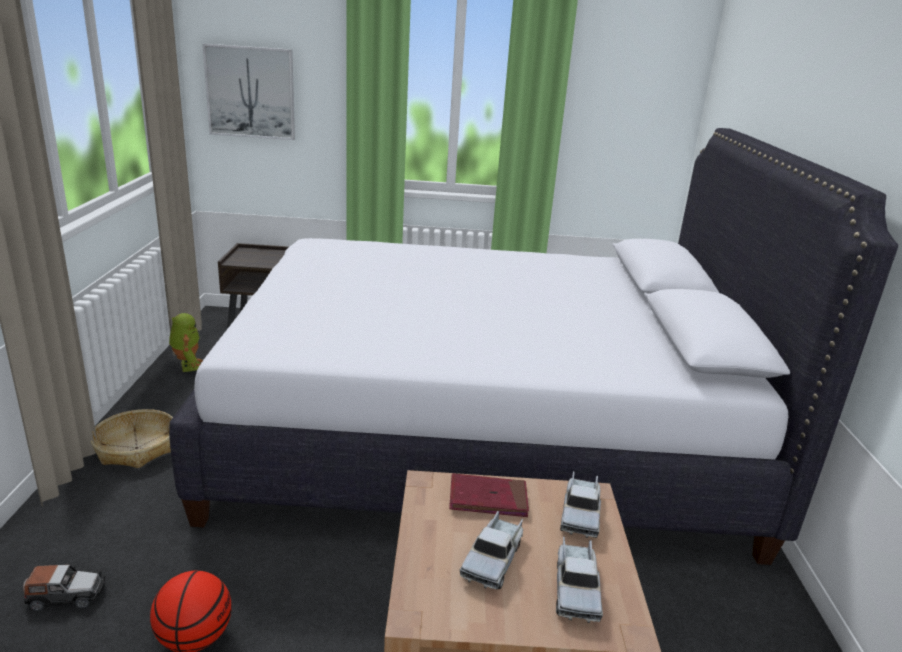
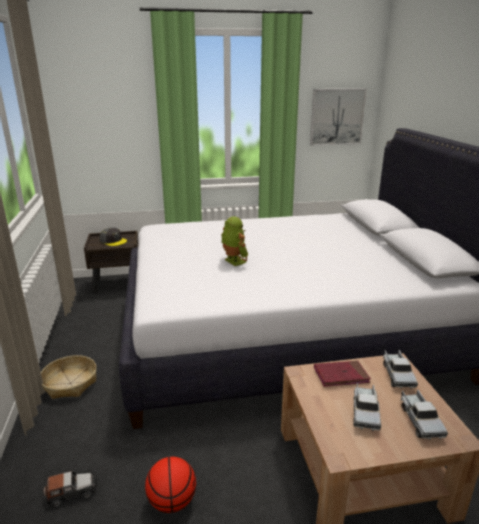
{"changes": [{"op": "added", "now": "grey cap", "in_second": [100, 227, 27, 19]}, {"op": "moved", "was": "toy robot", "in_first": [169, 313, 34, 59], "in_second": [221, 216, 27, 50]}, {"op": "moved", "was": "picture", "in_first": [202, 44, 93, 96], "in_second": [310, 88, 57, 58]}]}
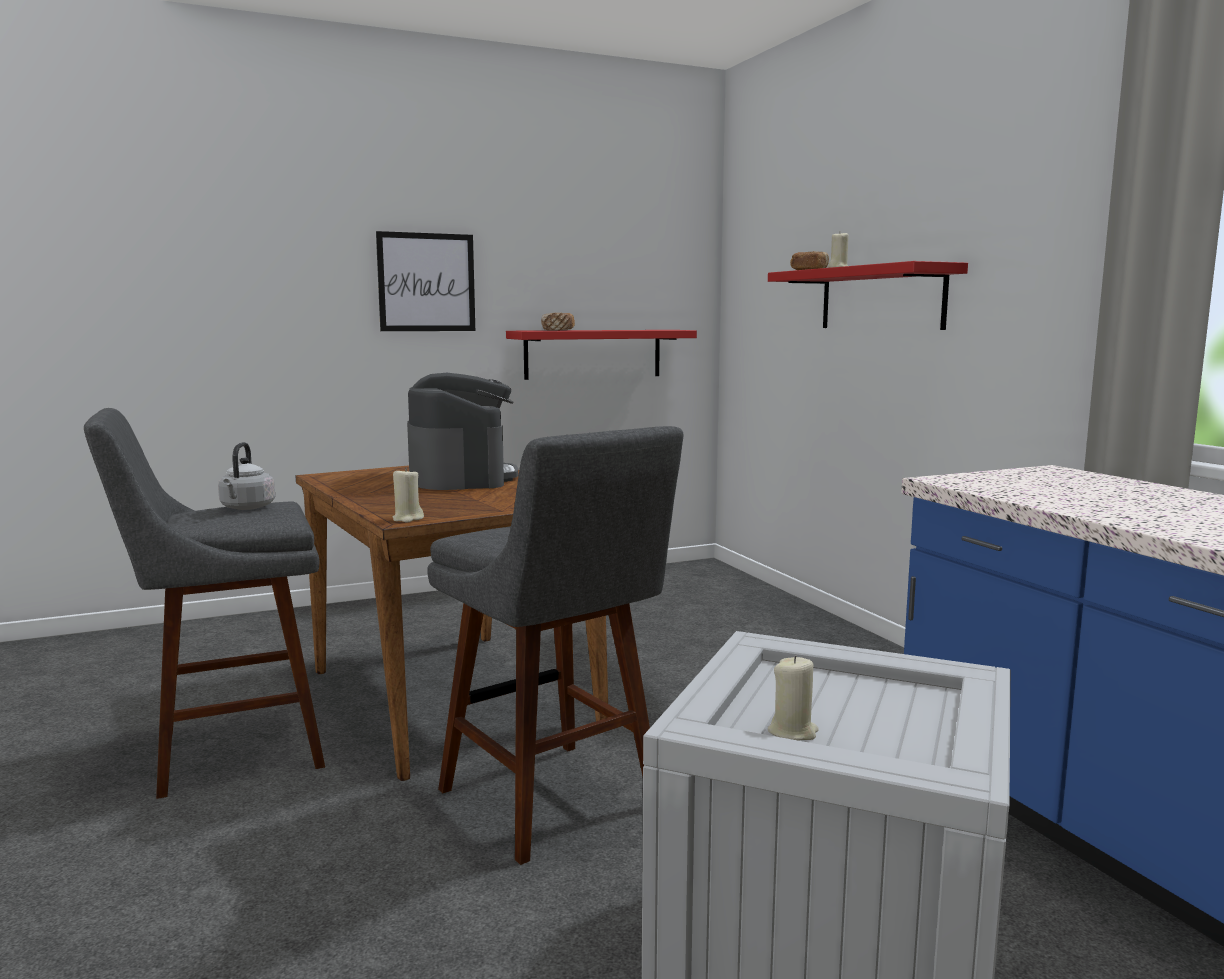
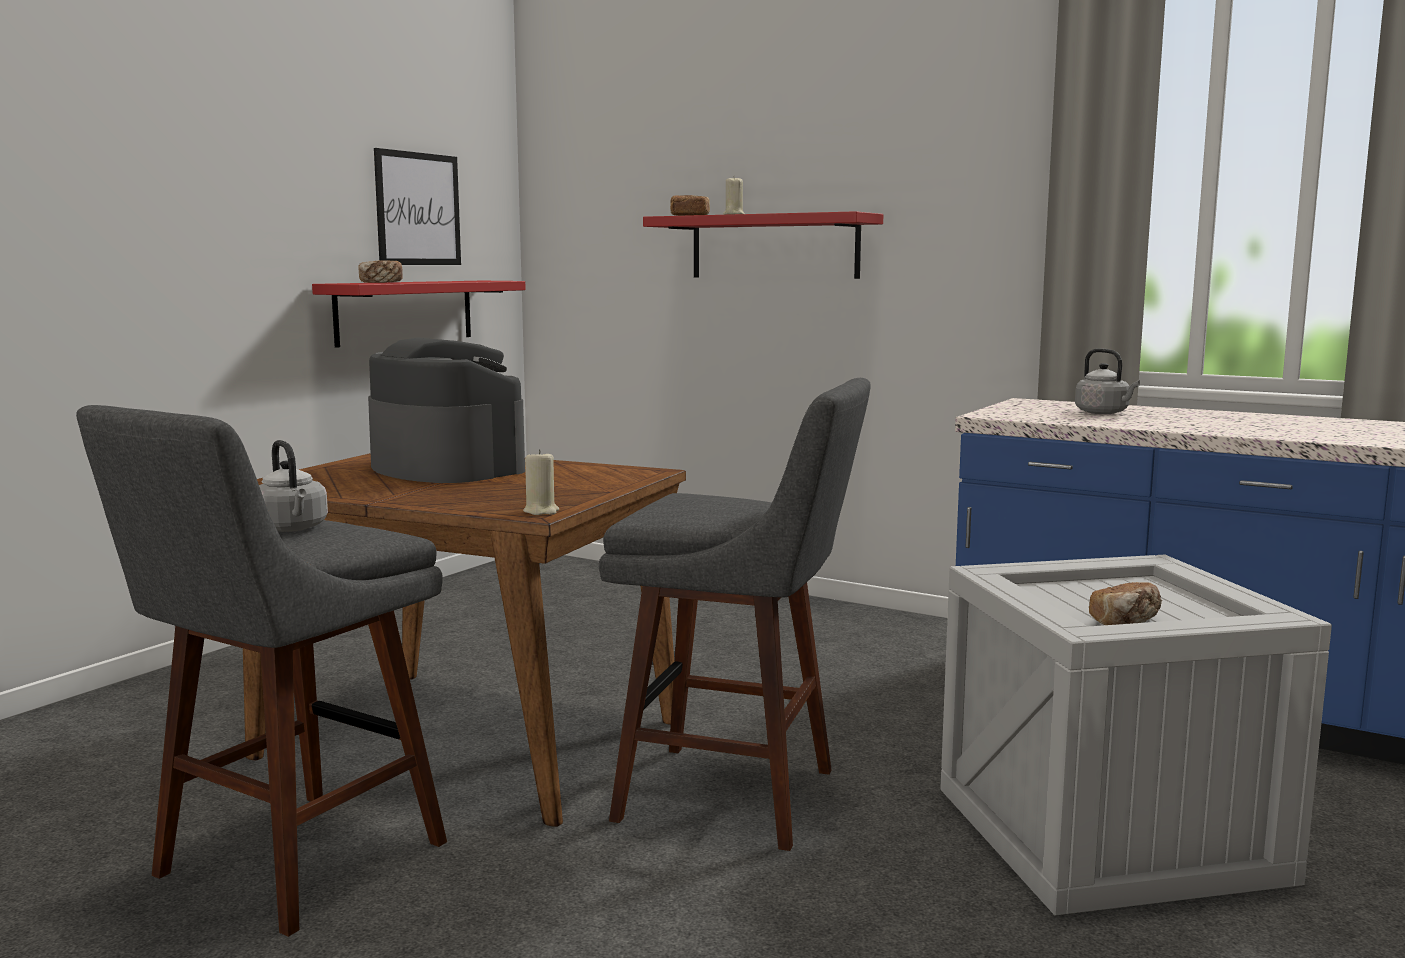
{"changes": [{"op": "added", "now": "grey kettle", "in_second": [1075, 348, 65, 66]}, {"op": "moved", "was": "picture", "in_first": [376, 231, 99, 100], "in_second": [374, 148, 87, 117]}, {"op": "replaced", "was": "beige candle", "now": "bread", "in_first": [768, 656, 51, 85], "in_second": [1089, 582, 73, 43]}]}
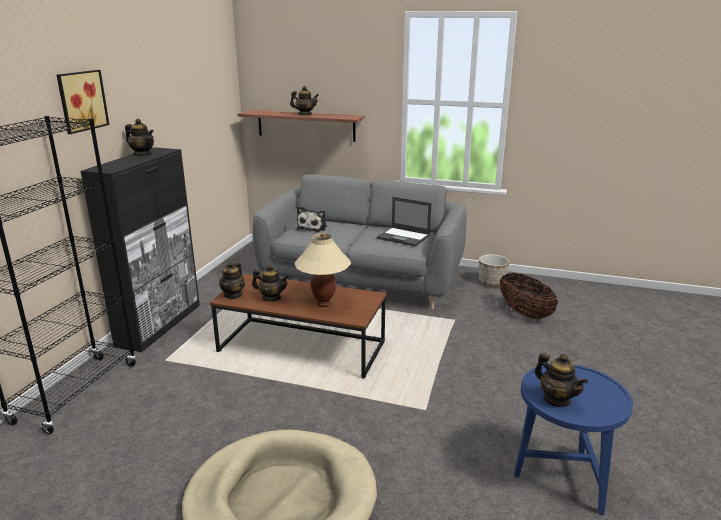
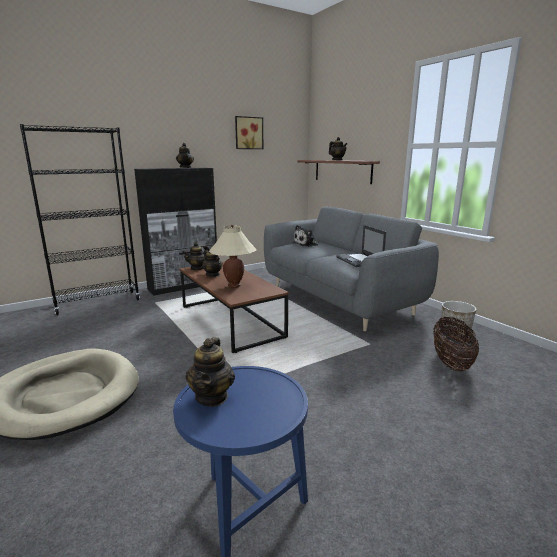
{"changes": [{"op": "moved", "was": "picture", "in_first": [57, 70, 53, 64], "in_second": [235, 116, 28, 33]}]}
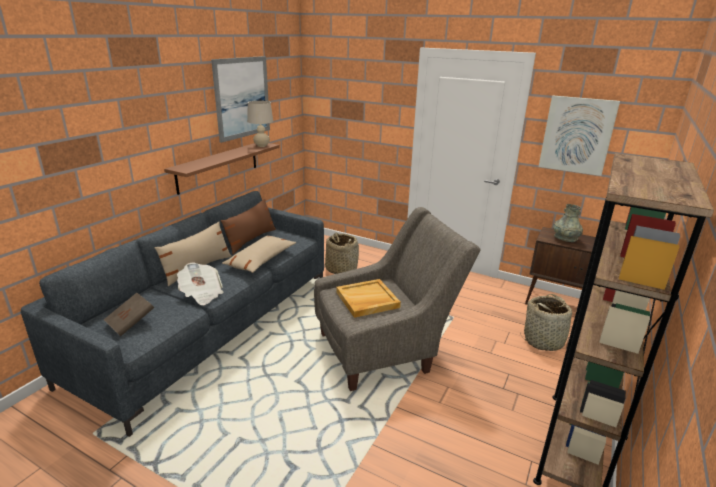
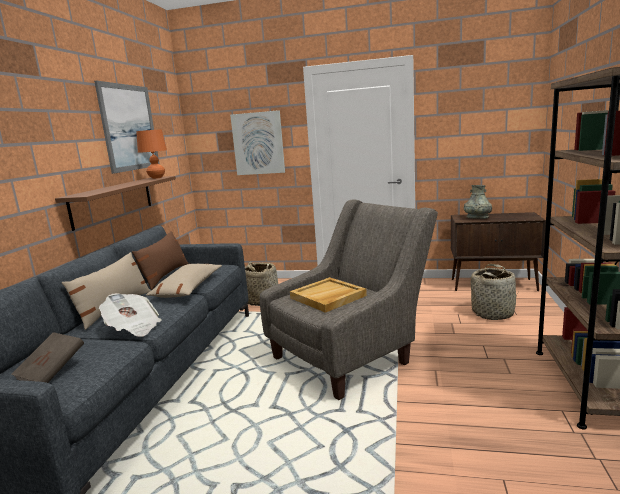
{"changes": [{"op": "moved", "was": "picture", "in_first": [539, 96, 81, 80], "in_second": [230, 110, 55, 65]}, {"op": "recoloured", "was": "beige table lamp", "now": "orange table lamp", "in_first": [247, 101, 26, 46], "in_second": [136, 130, 31, 49]}]}
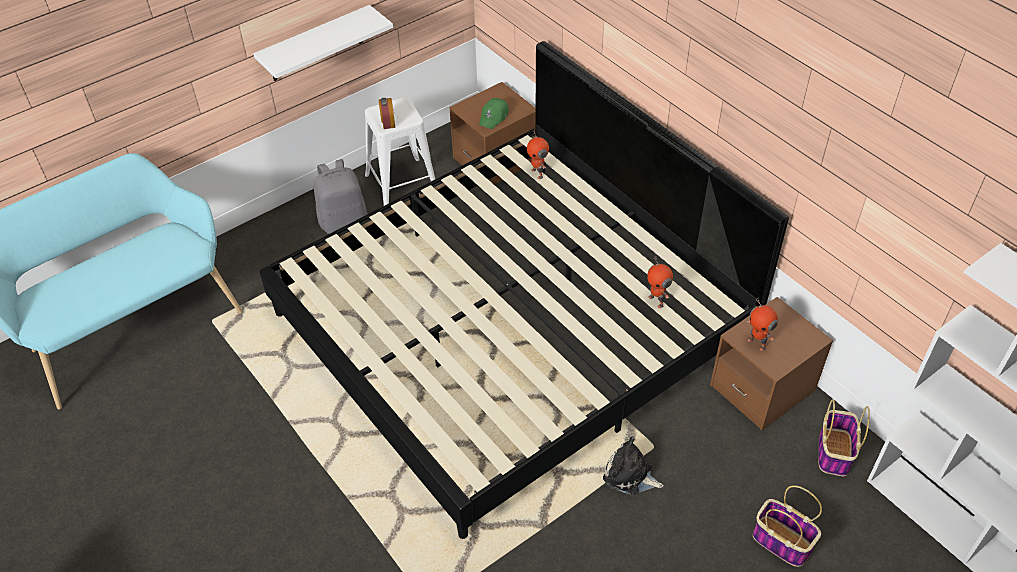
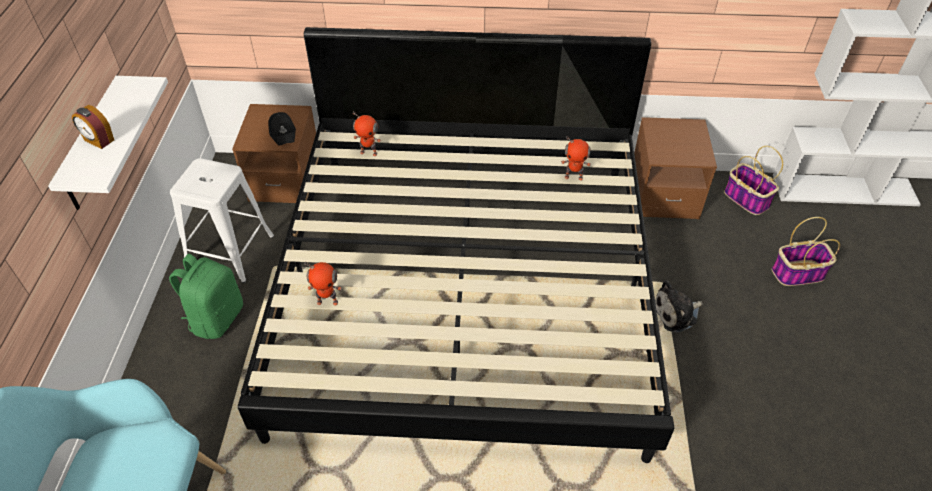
{"changes": [{"op": "moved", "was": "alarm clock", "in_first": [379, 98, 16, 31], "in_second": [72, 105, 42, 44]}, {"op": "moved", "was": "toy robot", "in_first": [747, 298, 31, 53], "in_second": [305, 261, 37, 44]}, {"op": "recoloured", "was": "grey backpack", "now": "green backpack", "in_first": [314, 159, 54, 75], "in_second": [169, 254, 74, 85]}, {"op": "recoloured", "was": "green cap", "now": "black cap", "in_first": [479, 98, 30, 31], "in_second": [268, 112, 28, 34]}]}
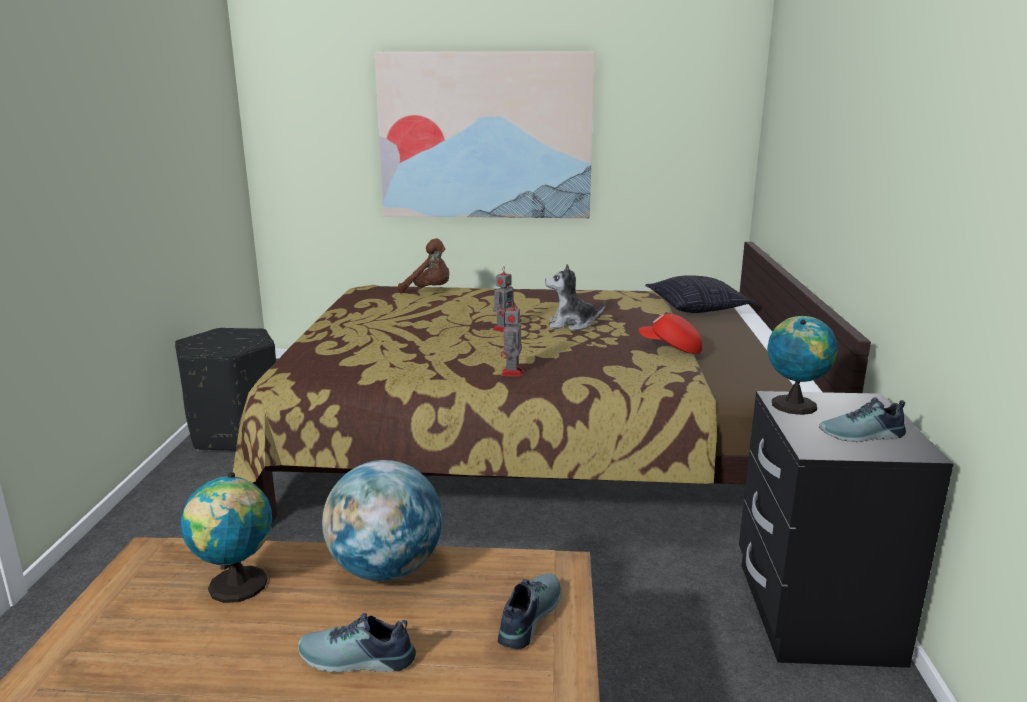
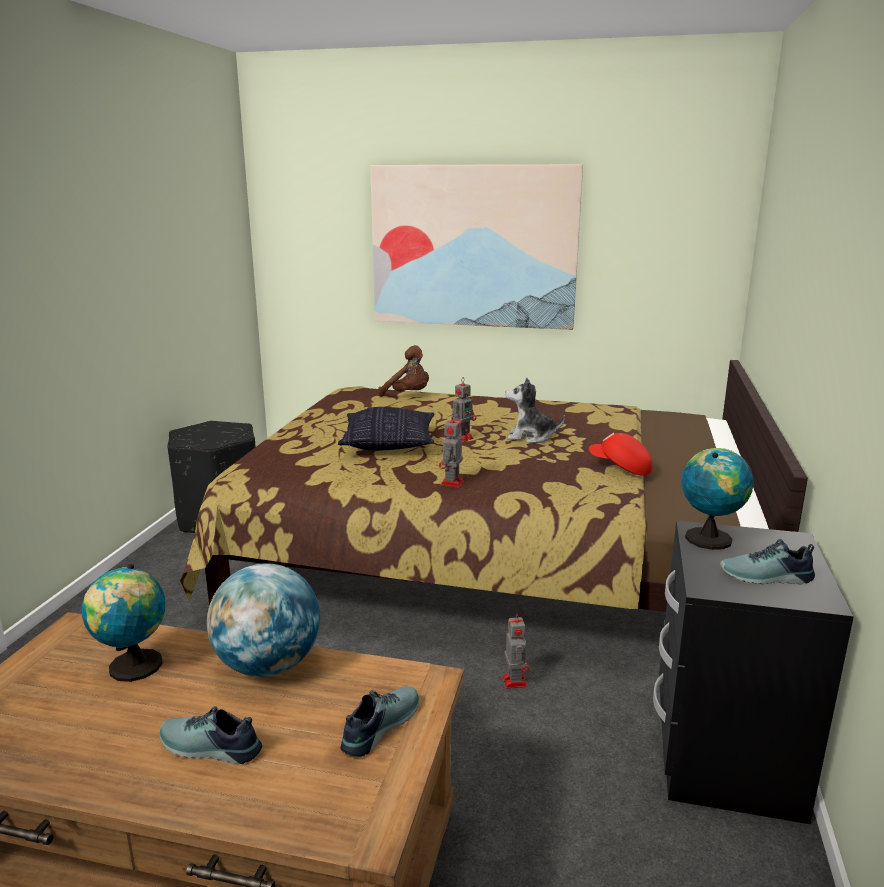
{"changes": [{"op": "added", "now": "toy robot", "in_second": [502, 612, 27, 77]}, {"op": "moved", "was": "pillow", "in_first": [645, 275, 110, 38], "in_second": [338, 407, 96, 44]}]}
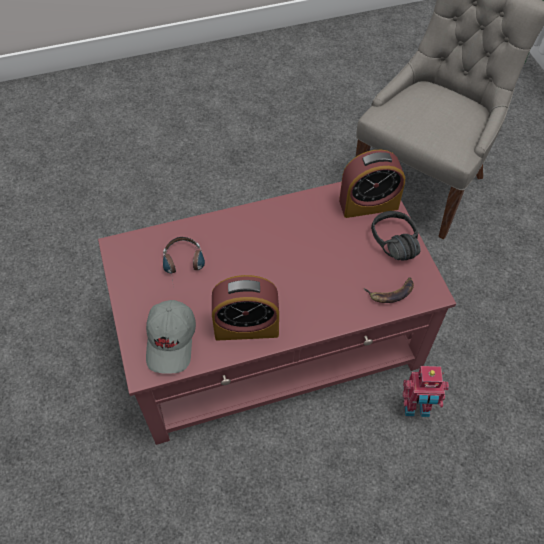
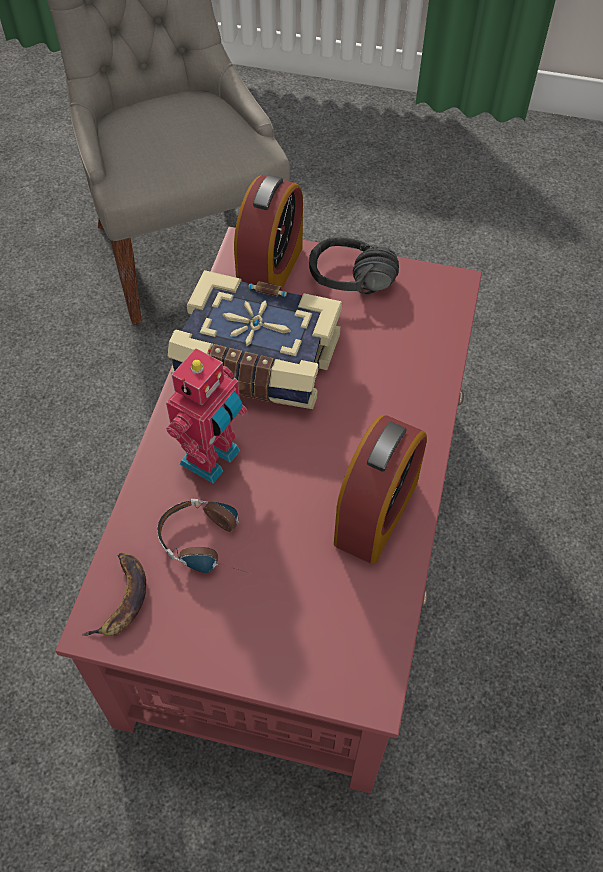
{"changes": [{"op": "removed", "was": "grey cap", "in_first": [146, 300, 50, 74]}, {"op": "added", "now": "book", "in_second": [168, 270, 174, 139]}, {"op": "moved", "was": "banana", "in_first": [364, 278, 50, 25], "in_second": [82, 553, 64, 83]}, {"op": "moved", "was": "toy robot", "in_first": [403, 366, 46, 51], "in_second": [166, 348, 81, 136]}]}
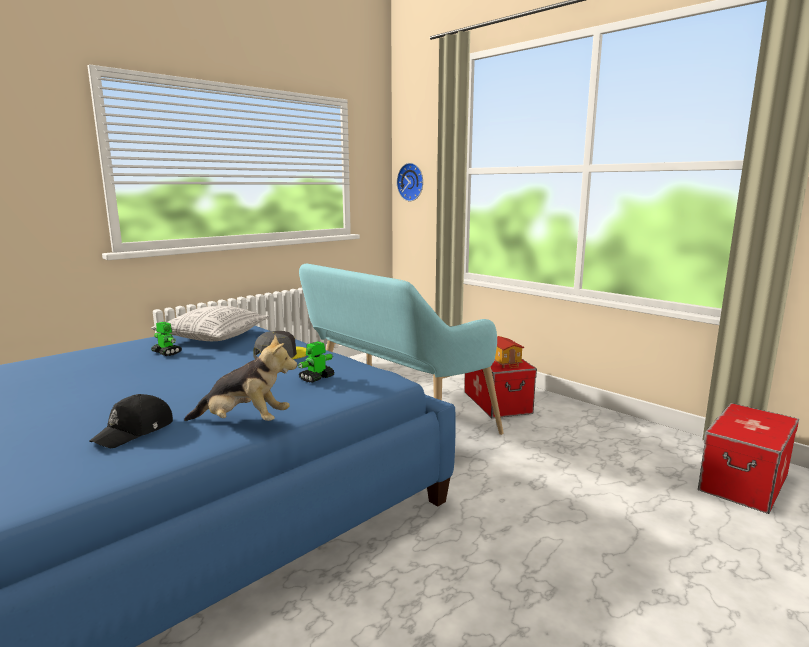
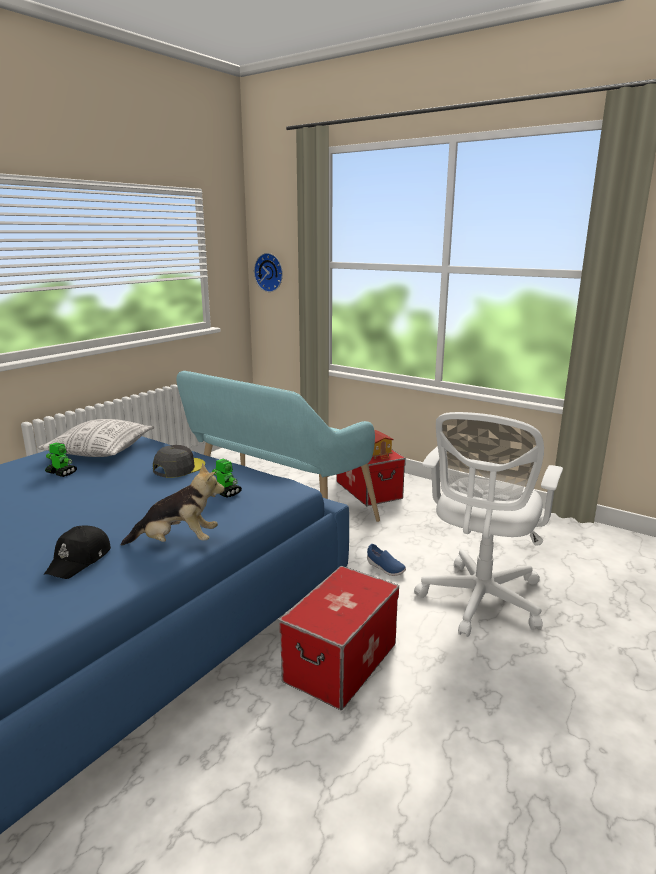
{"changes": [{"op": "added", "now": "blue shoe", "in_second": [367, 544, 39, 32]}, {"op": "added", "now": "white office chair", "in_second": [414, 412, 149, 225]}, {"op": "moved", "was": "storage box", "in_first": [698, 403, 101, 111], "in_second": [279, 566, 120, 144]}, {"op": "turned", "was": "toy robot", "in_first": [297, 341, 38, 42], "in_second": [212, 459, 30, 39], "clockwise": 105}]}
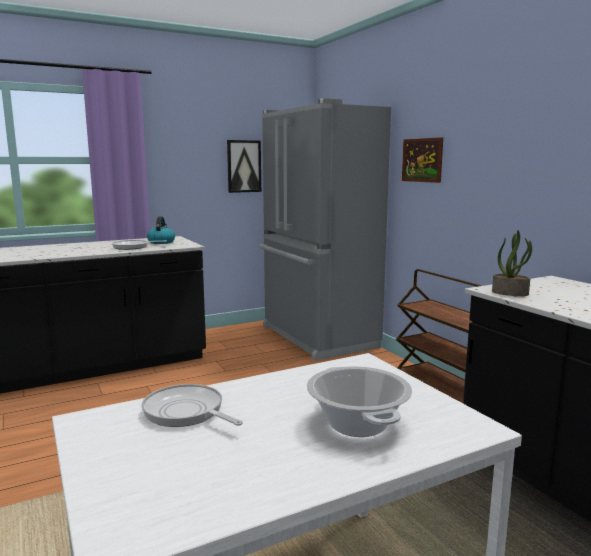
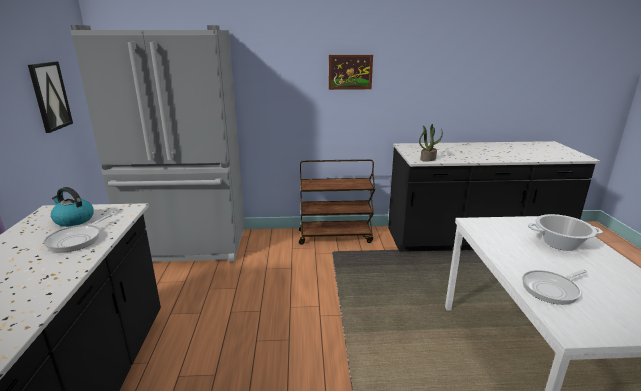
{"changes": [{"op": "moved", "was": "picture", "in_first": [402, 137, 41, 46], "in_second": [329, 55, 44, 35]}]}
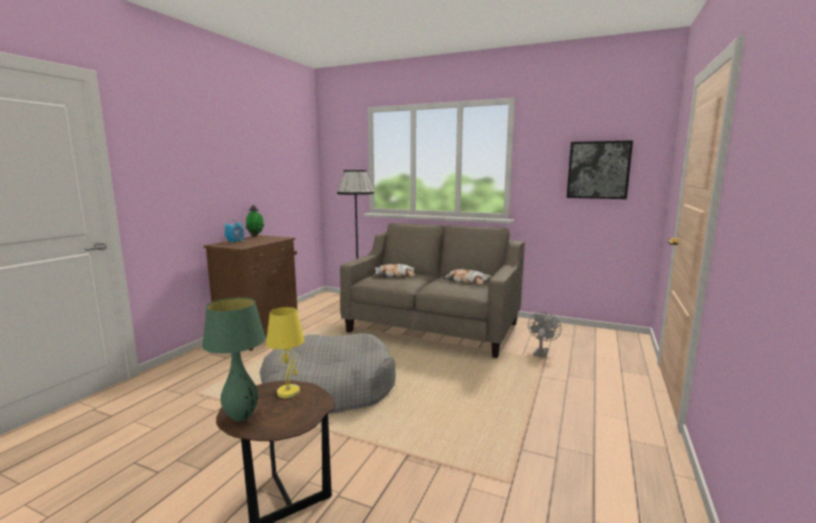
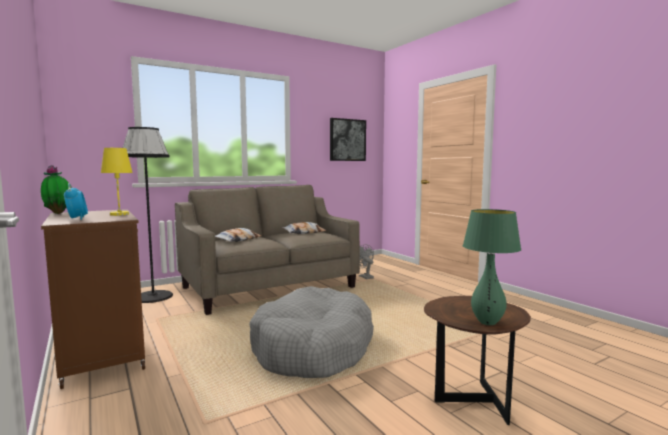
{"changes": [{"op": "moved", "was": "yellow table lamp", "in_first": [266, 307, 38, 91], "in_second": [101, 148, 32, 68]}]}
